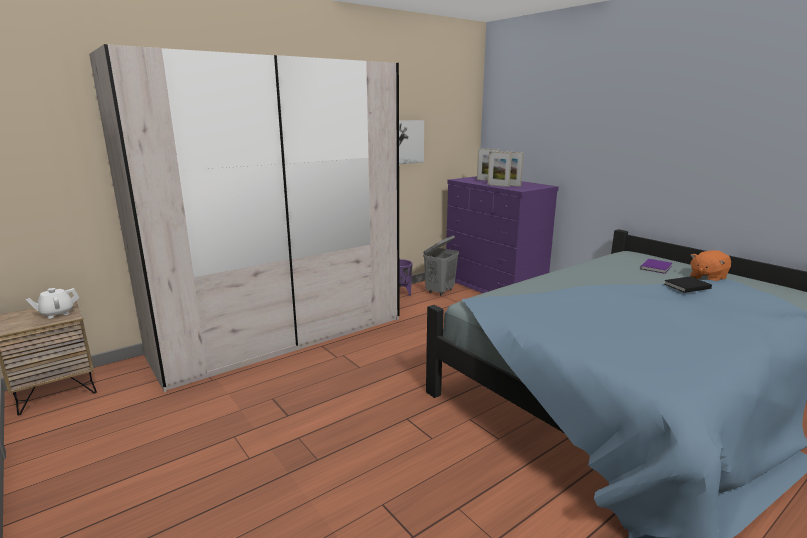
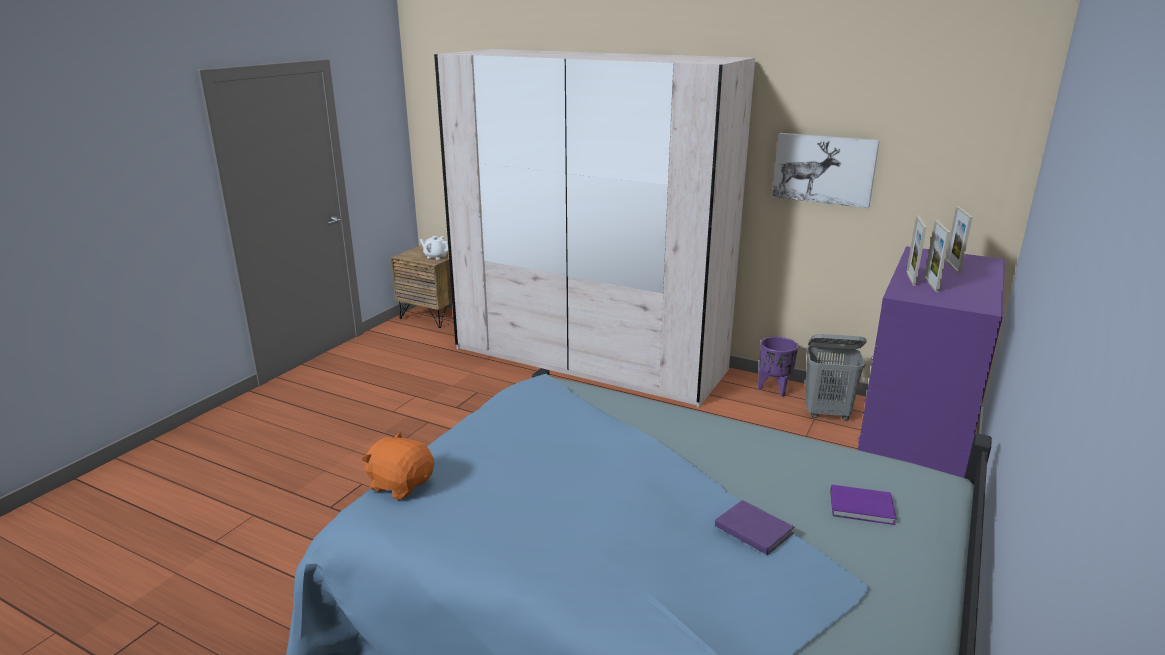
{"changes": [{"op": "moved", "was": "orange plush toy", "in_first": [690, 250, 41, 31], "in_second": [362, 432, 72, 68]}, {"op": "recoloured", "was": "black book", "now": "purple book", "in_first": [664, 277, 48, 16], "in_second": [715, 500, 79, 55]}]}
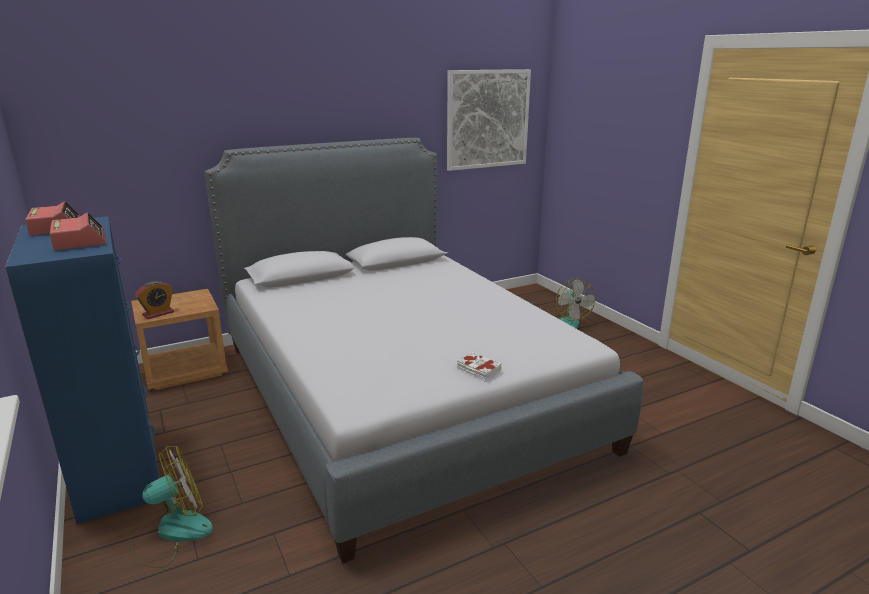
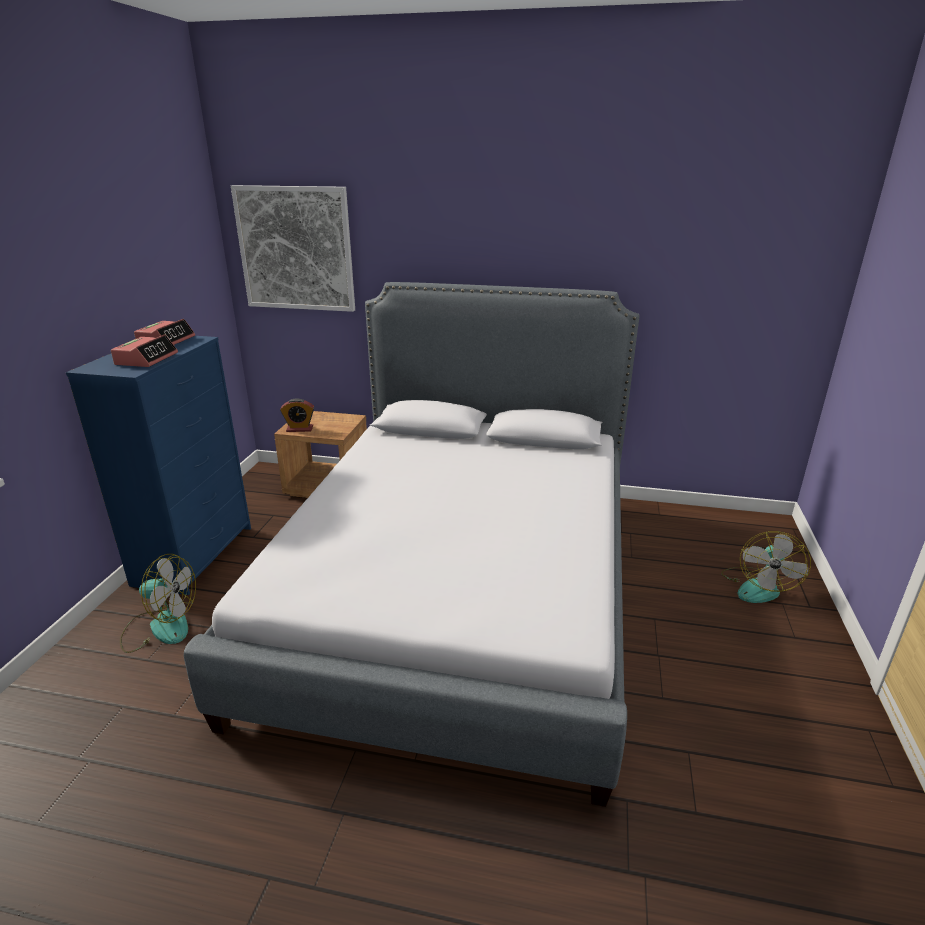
{"changes": [{"op": "removed", "was": "white book", "in_first": [457, 352, 45, 28]}, {"op": "moved", "was": "picture", "in_first": [447, 69, 84, 102], "in_second": [231, 185, 124, 127]}]}
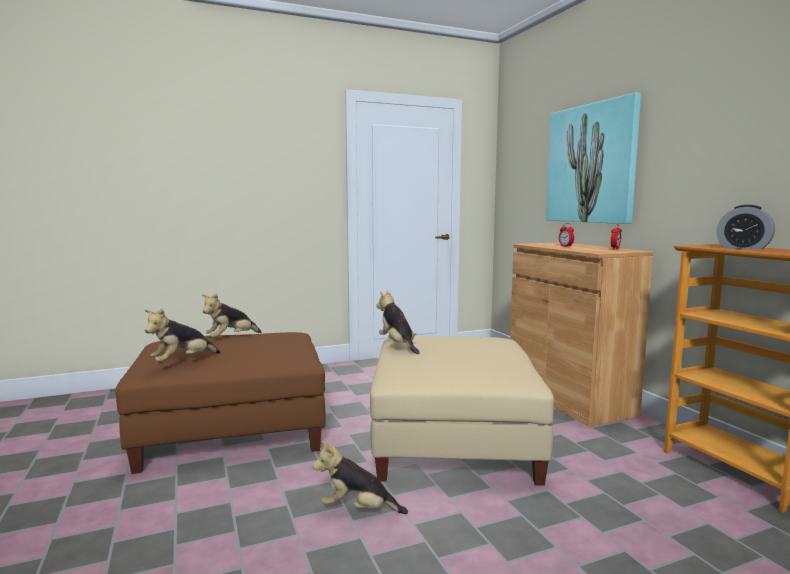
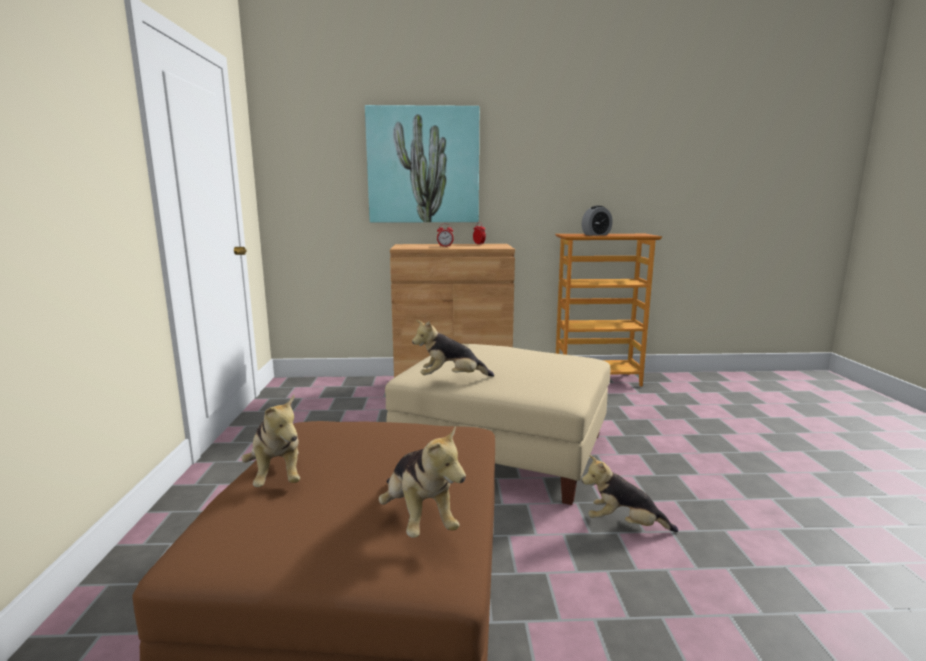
{"changes": [{"op": "turned", "was": "plush toy", "in_first": [312, 441, 96, 73], "in_second": [582, 455, 96, 77], "clockwise": 75}]}
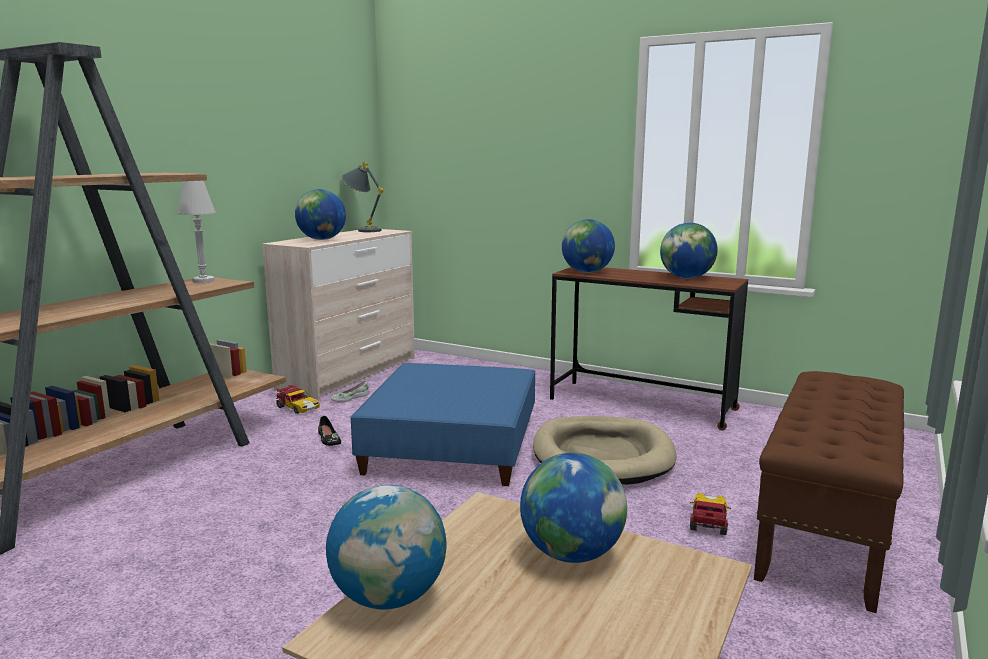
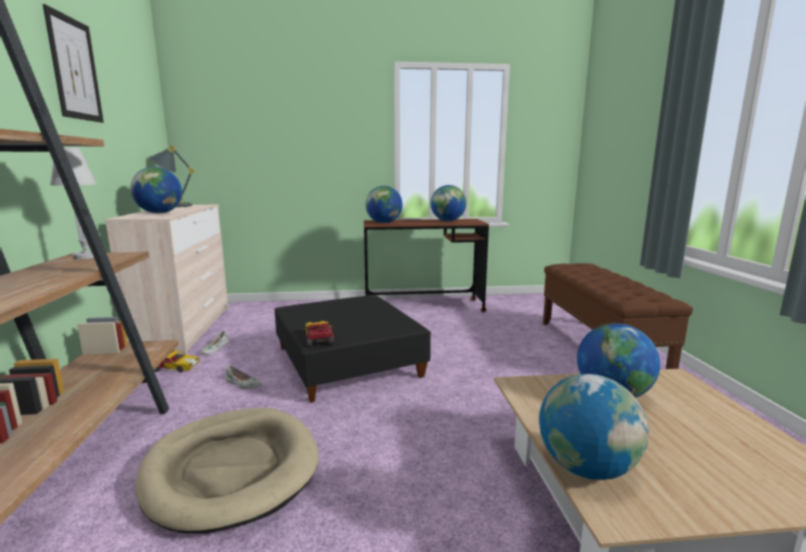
{"changes": [{"op": "added", "now": "picture", "in_second": [43, 4, 61, 119]}, {"op": "moved", "was": "beige dog bed", "in_first": [533, 416, 144, 69], "in_second": [136, 408, 183, 125]}, {"op": "moved", "was": "toy car", "in_first": [690, 493, 41, 42], "in_second": [303, 321, 31, 25]}, {"op": "recoloured", "was": "black shoe", "now": "white shoe", "in_first": [318, 416, 23, 30], "in_second": [225, 365, 36, 24]}, {"op": "recoloured", "was": "blue ottoman", "now": "black ottoman", "in_first": [350, 363, 186, 123], "in_second": [274, 295, 157, 108]}]}
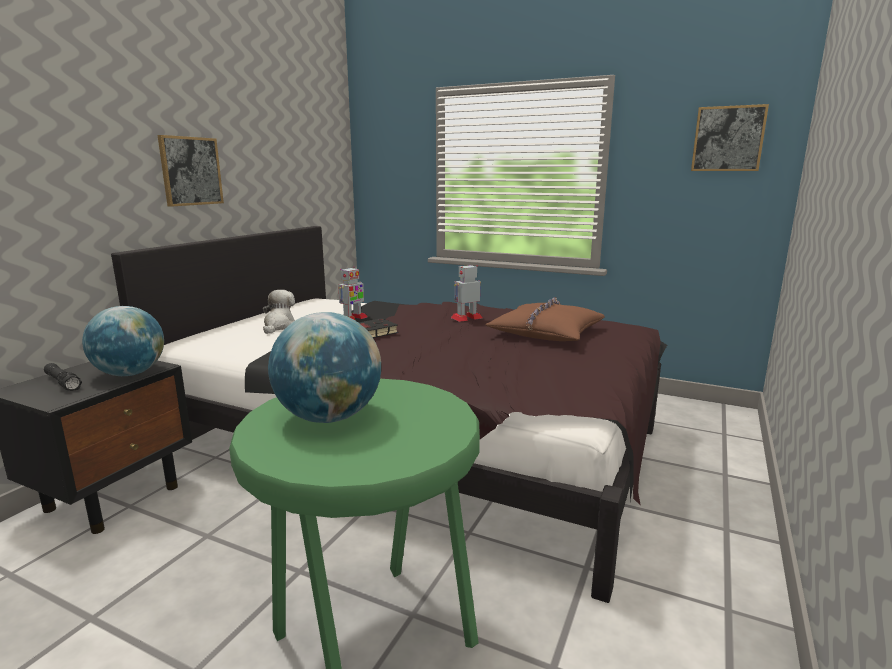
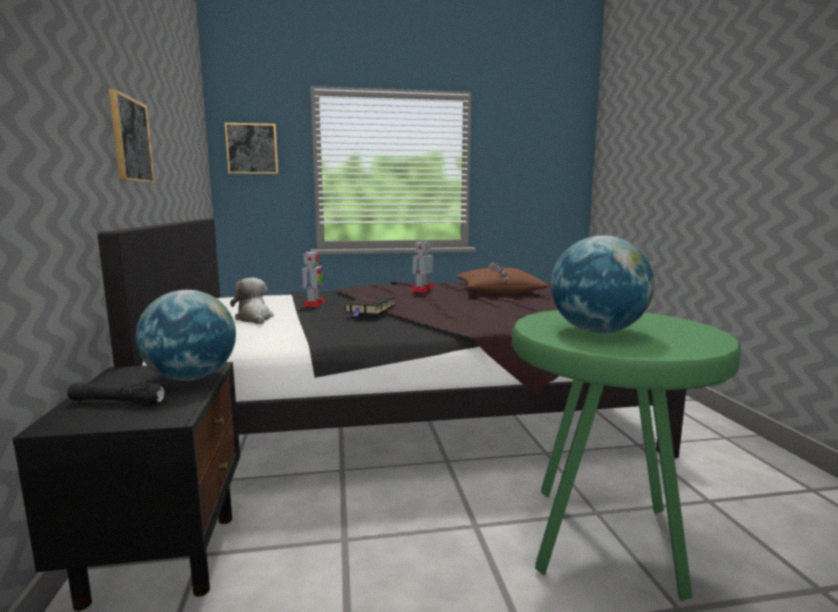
{"changes": [{"op": "moved", "was": "picture", "in_first": [691, 104, 78, 67], "in_second": [225, 123, 53, 51]}]}
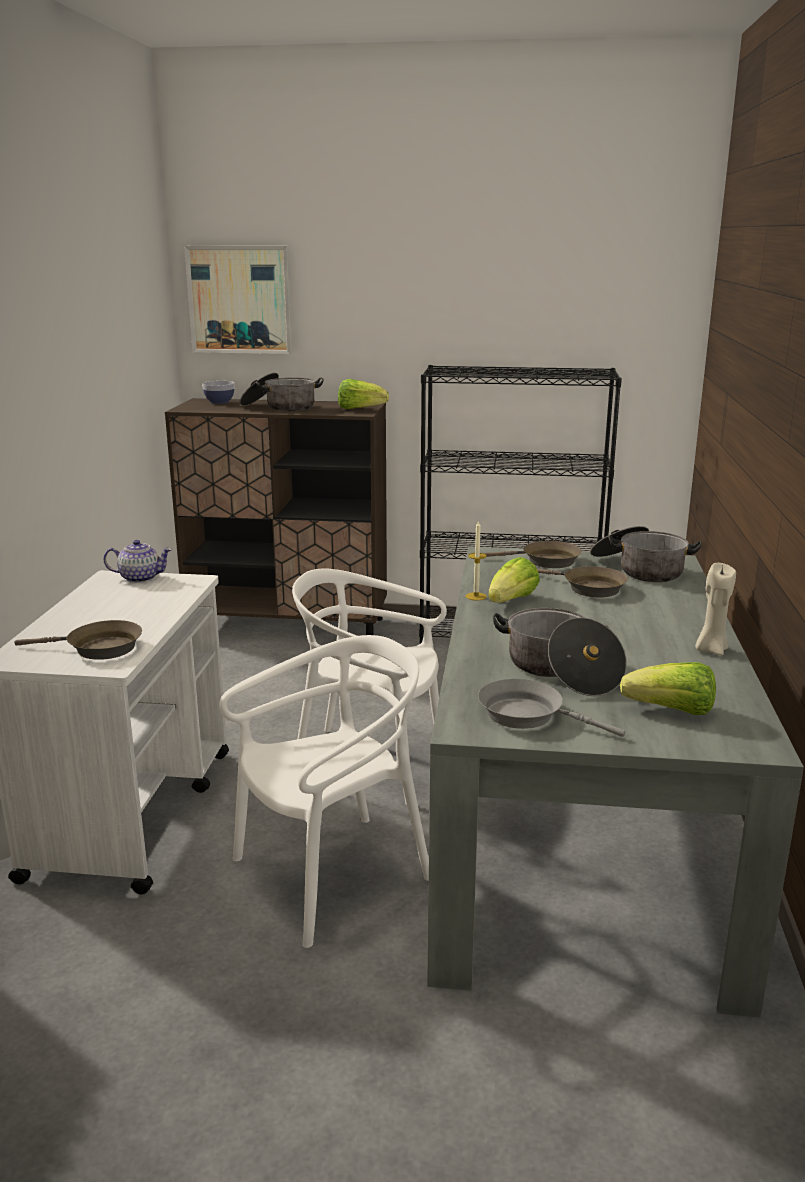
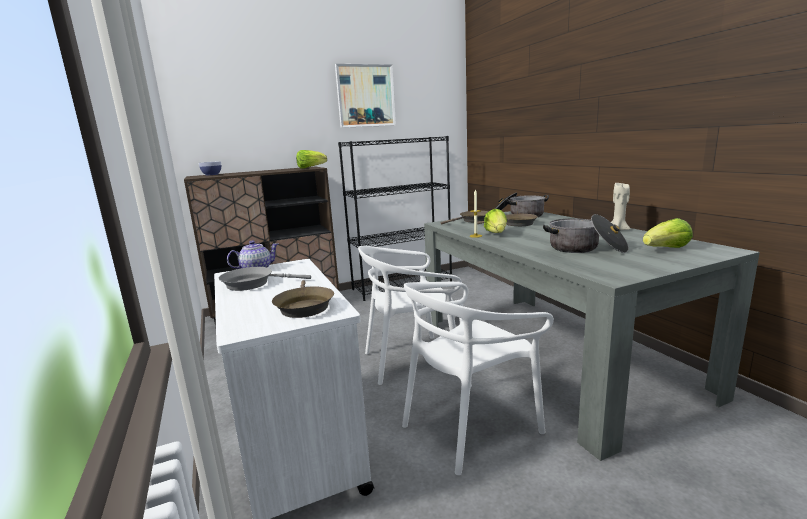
{"changes": [{"op": "removed", "was": "cooking pot", "in_first": [239, 373, 84, 39]}, {"op": "moved", "was": "picture", "in_first": [184, 246, 108, 108], "in_second": [335, 64, 61, 64]}, {"op": "moved", "was": "grey frying pan", "in_first": [478, 679, 147, 58], "in_second": [219, 267, 92, 24]}, {"op": "turned", "was": "brown frying pan", "in_first": [15, 620, 127, 40], "in_second": [272, 280, 62, 38], "clockwise": 105}, {"op": "turned", "was": "white chair", "in_first": [219, 635, 210, 313], "in_second": [402, 282, 152, 193], "clockwise": -150}]}
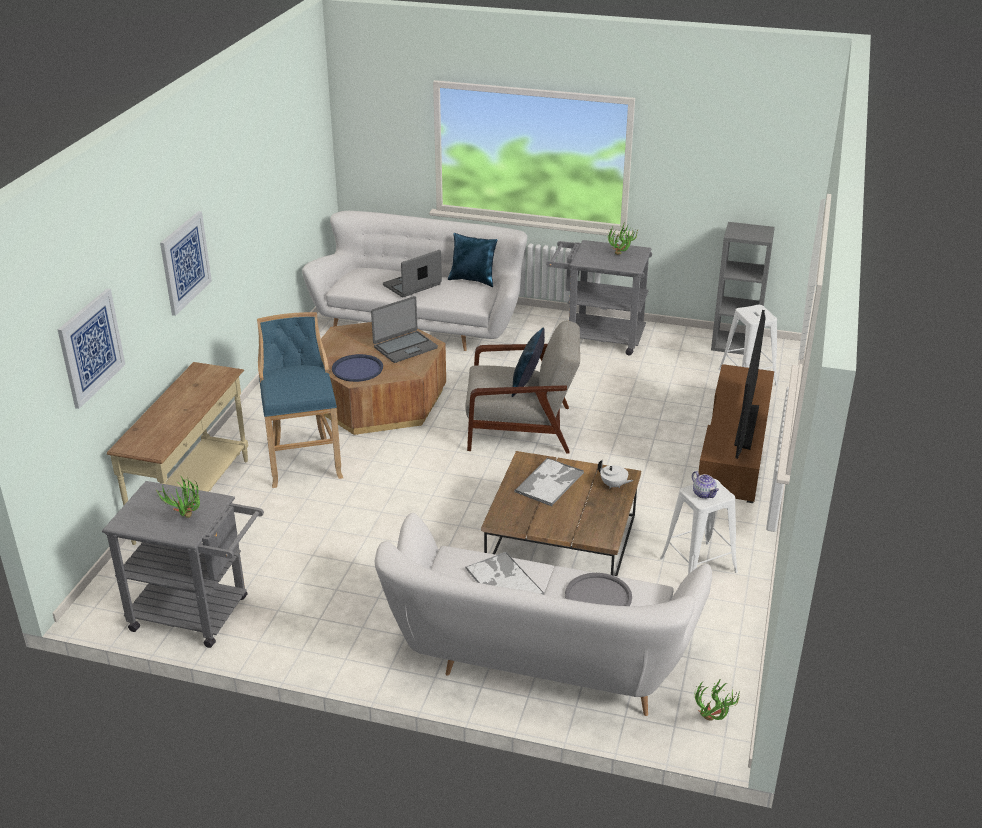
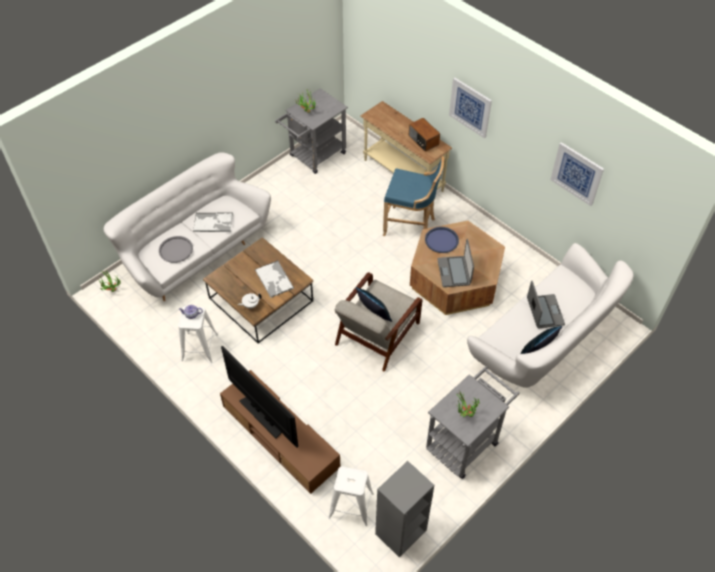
{"changes": [{"op": "added", "now": "radio", "in_second": [409, 118, 31, 34]}, {"op": "moved", "was": "picture", "in_first": [58, 289, 67, 120], "in_second": [550, 142, 54, 64]}]}
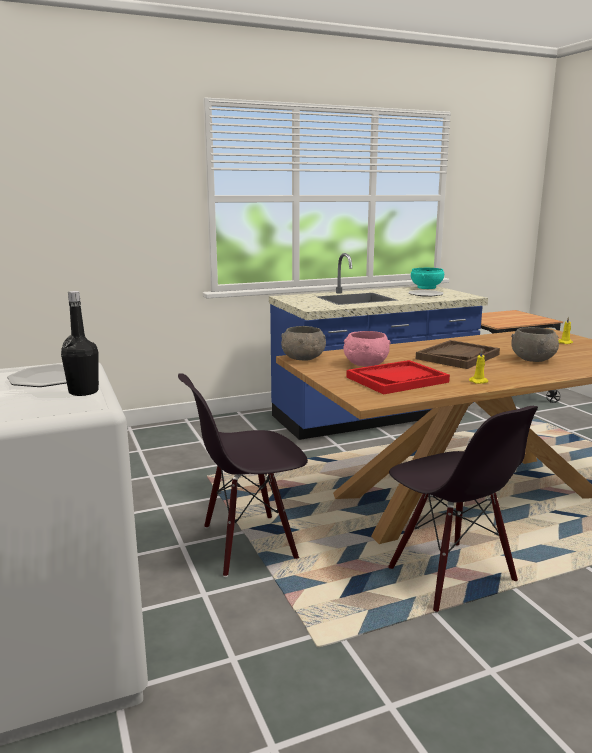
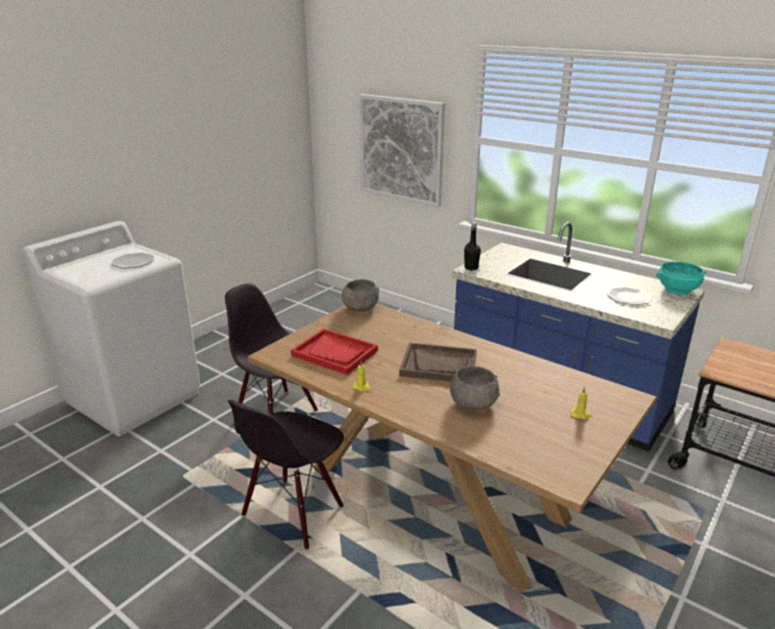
{"changes": [{"op": "removed", "was": "pink bowl", "in_first": [344, 331, 47, 36]}, {"op": "added", "now": "picture", "in_second": [359, 94, 86, 114]}, {"op": "moved", "was": "black bottle", "in_first": [61, 291, 38, 105], "in_second": [464, 222, 17, 48]}]}
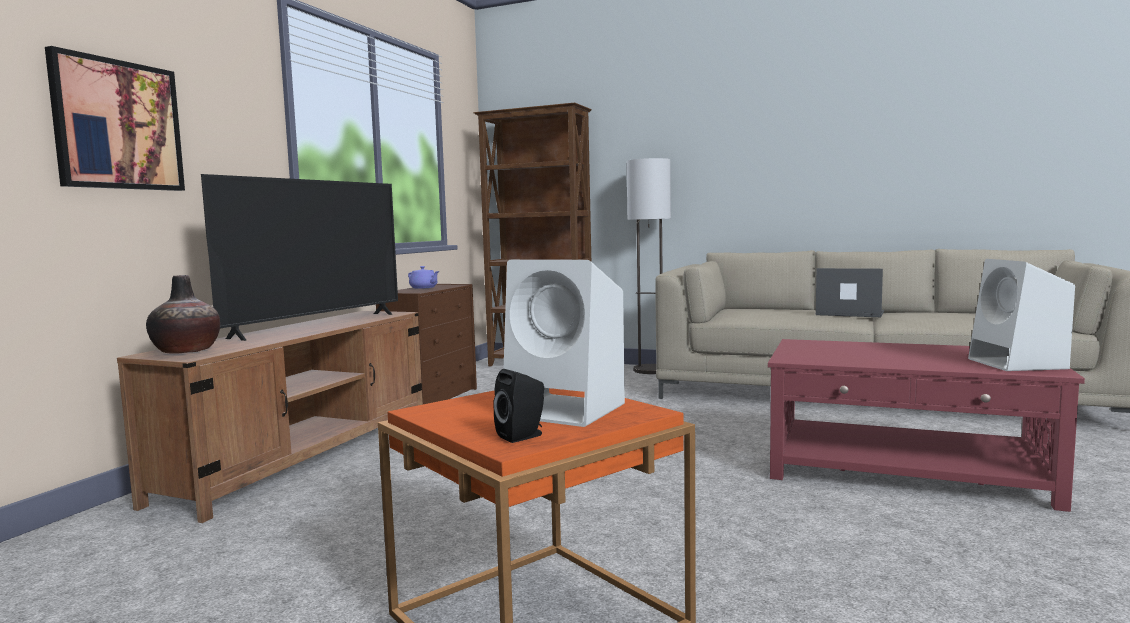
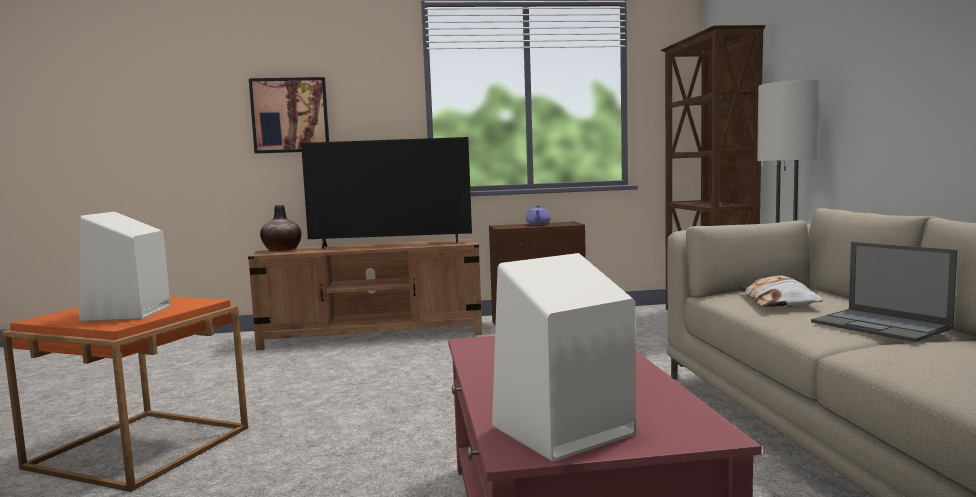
{"changes": [{"op": "removed", "was": "black speaker", "in_first": [493, 369, 51, 74]}, {"op": "added", "now": "pillow", "in_second": [739, 275, 84, 32]}, {"op": "turned", "was": "laptop", "in_first": [816, 268, 68, 49], "in_second": [811, 242, 146, 100], "clockwise": 150}]}
